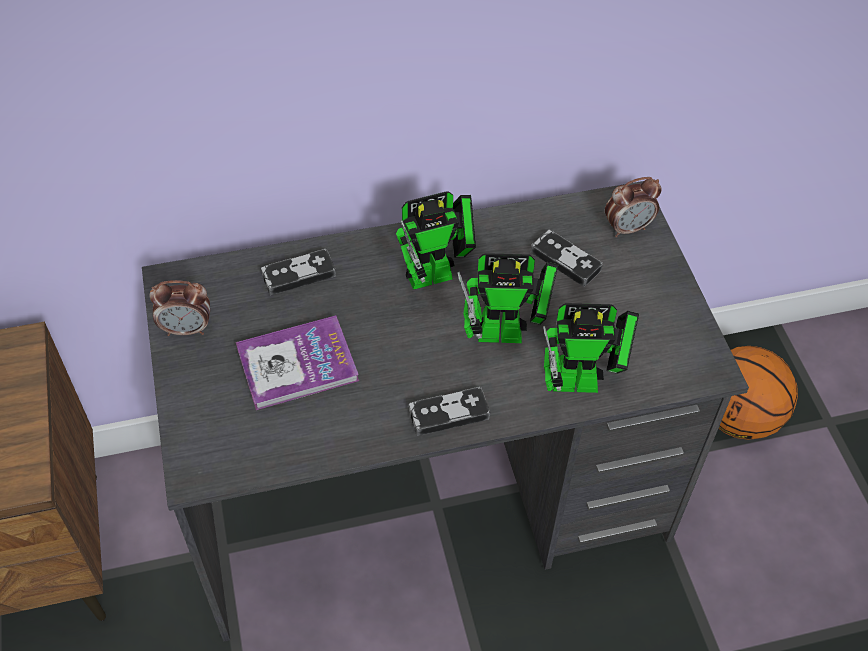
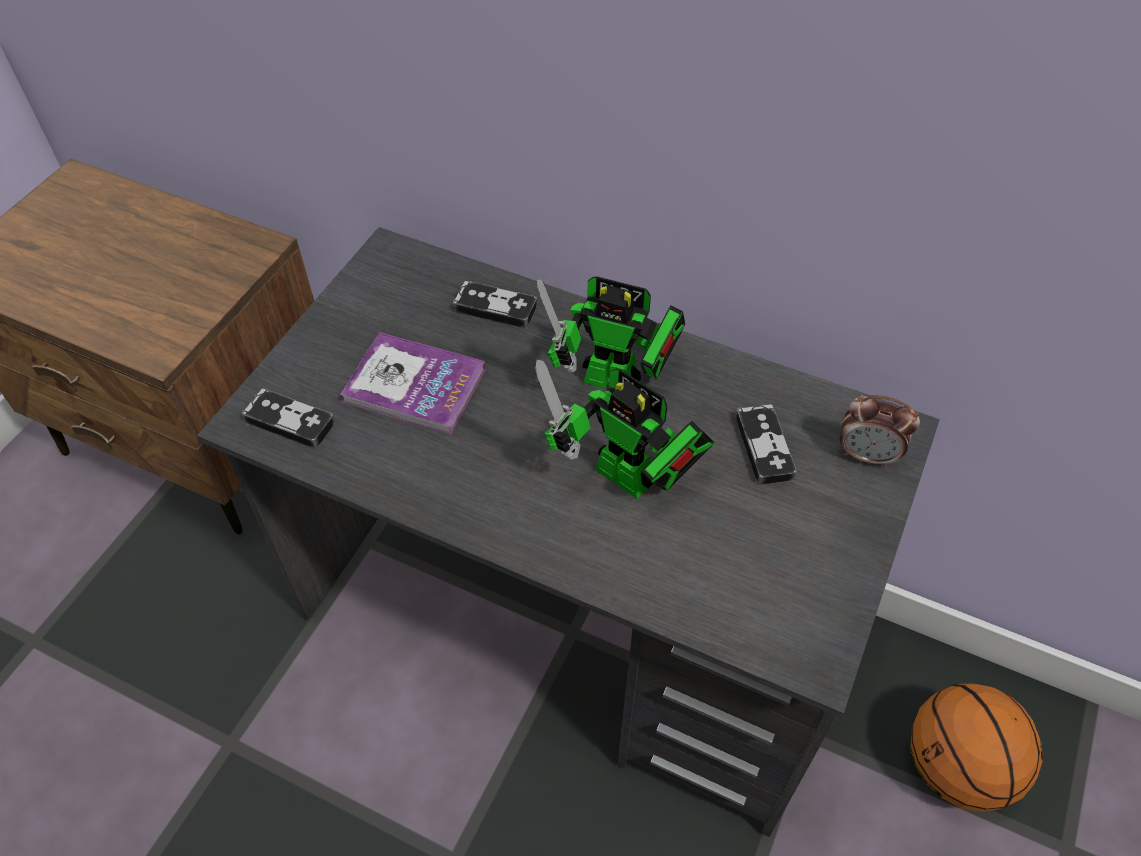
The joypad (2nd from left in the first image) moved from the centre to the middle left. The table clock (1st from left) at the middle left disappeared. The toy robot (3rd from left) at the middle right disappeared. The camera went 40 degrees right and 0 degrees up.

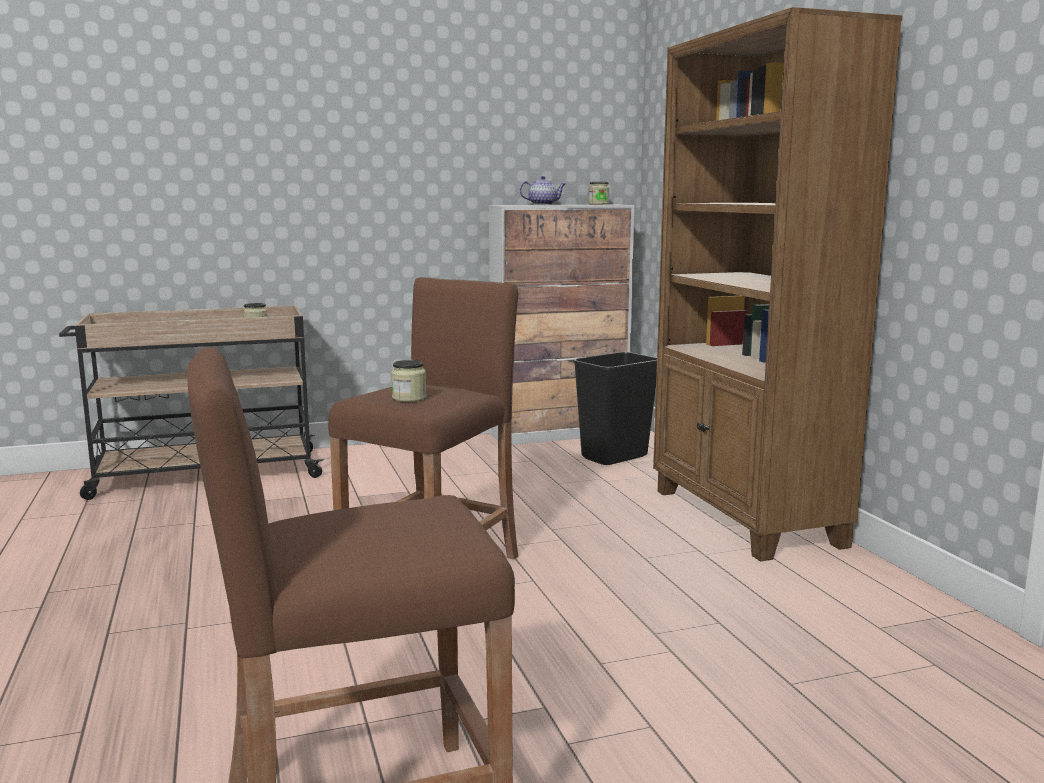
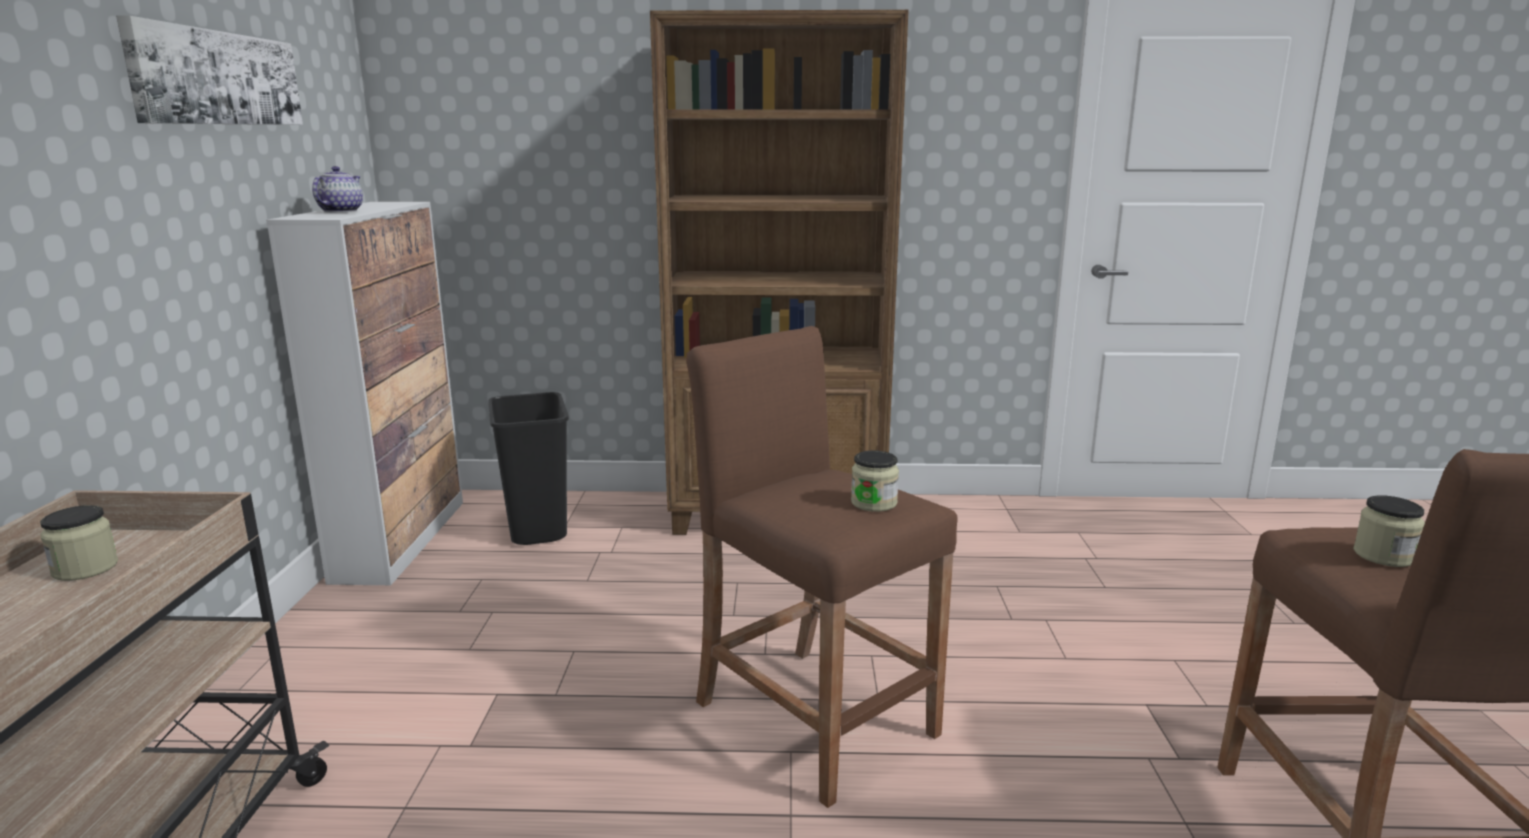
The wall art at the top left appeared. The preserve jar (3rd from left) moved from the top centre to the middle right. The camera went 70 degrees left and 5 degrees up.

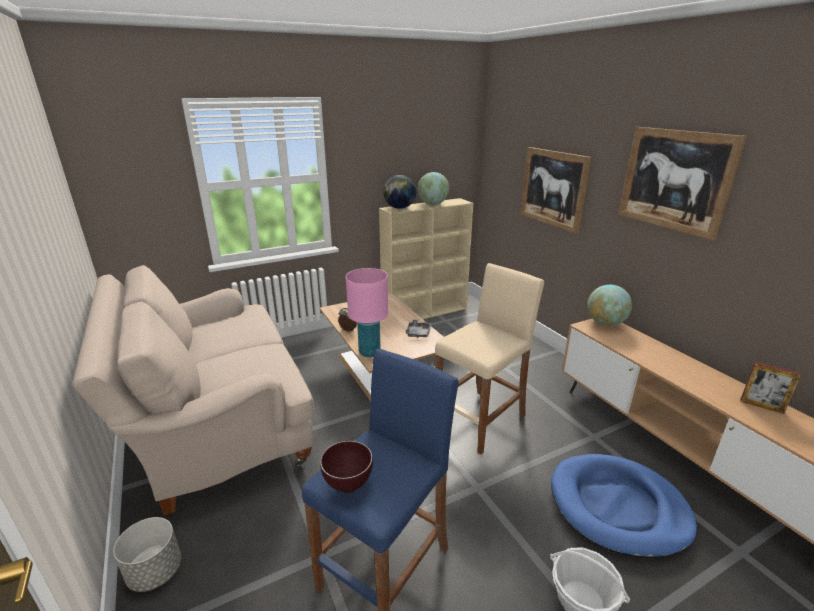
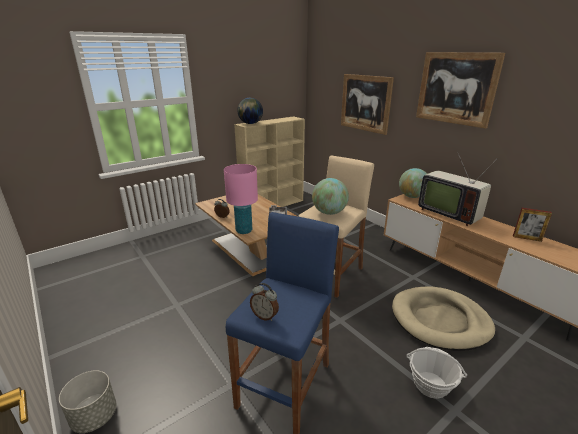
The deep dish (brown) at the bottom centre was replaced by the table clock (2nd from left) at the bottom centre. The desk globe (2nd from left) moved from the top centre to the centre. The pet bed (blue-coloured) at the bottom right became the pet bed (beige-coloured) at the bottom right. The TV at the middle right appeared. The settee (beige-coloured) at the middle left disappeared. The camera went 10 degrees left and 0 degrees up.

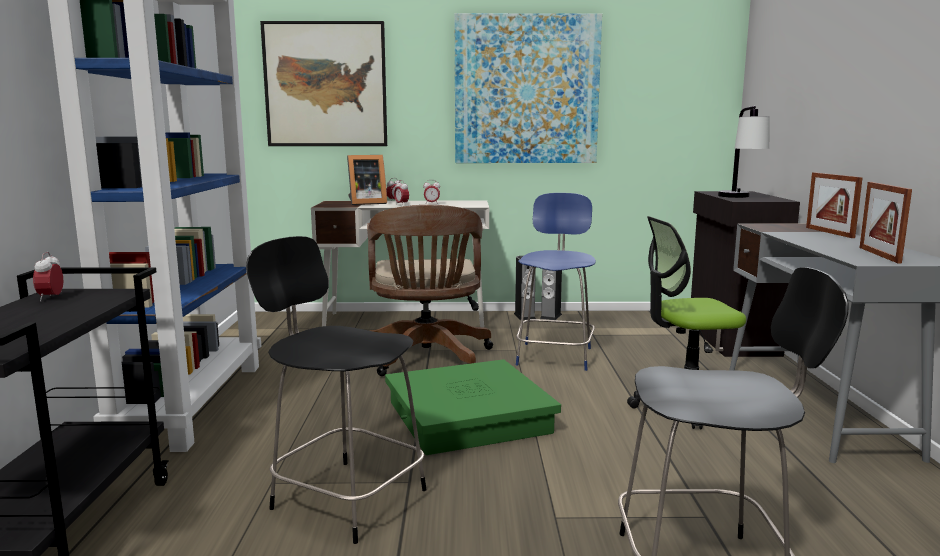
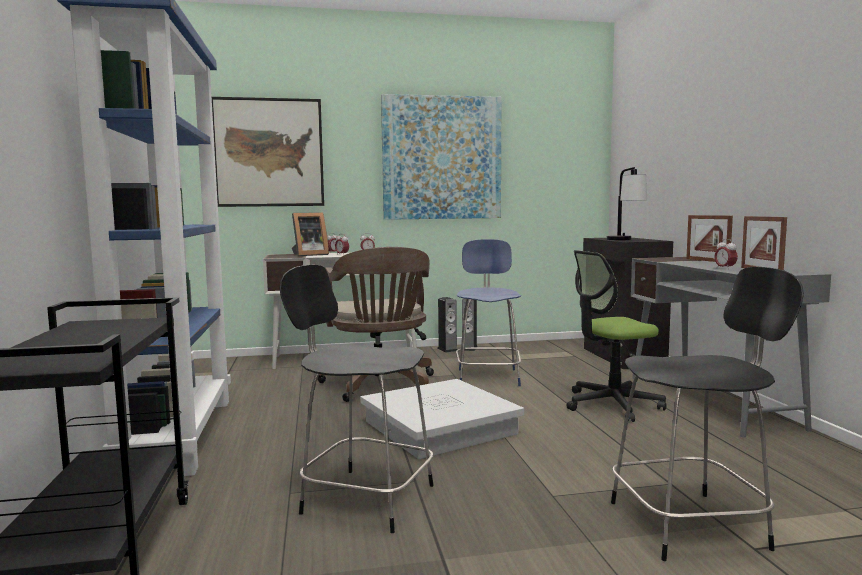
The storage box (green-coloured) at the bottom centre became the storage box (white-coloured) at the bottom centre. The table clock (1st from left in the first image) moved from the middle left to the middle right. The camera went 10 degrees left and 5 degrees down.

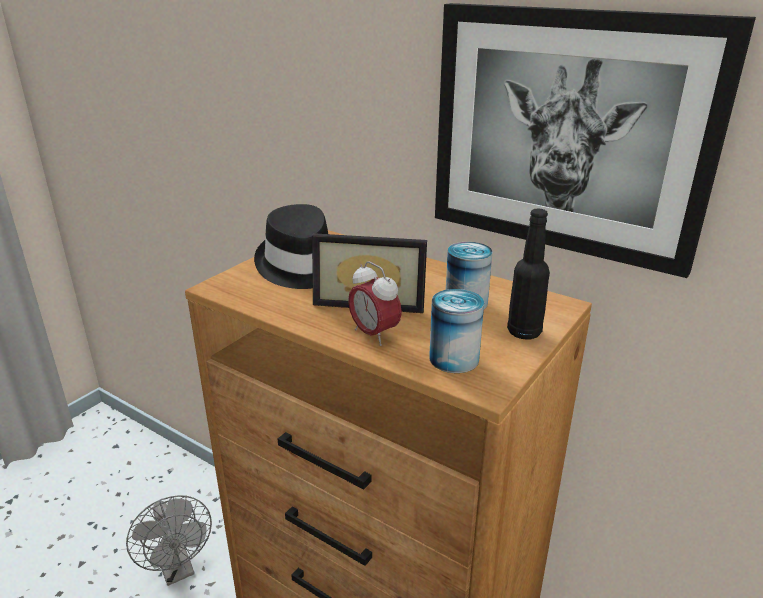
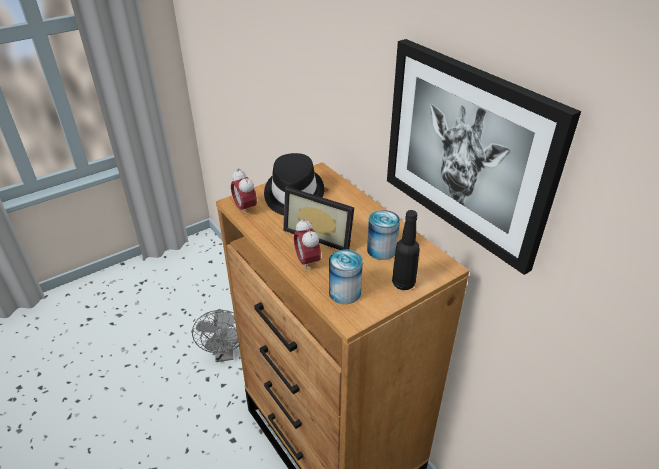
The table clock (1st from left) at the centre appeared. The camera went 20 degrees right and 10 degrees up.

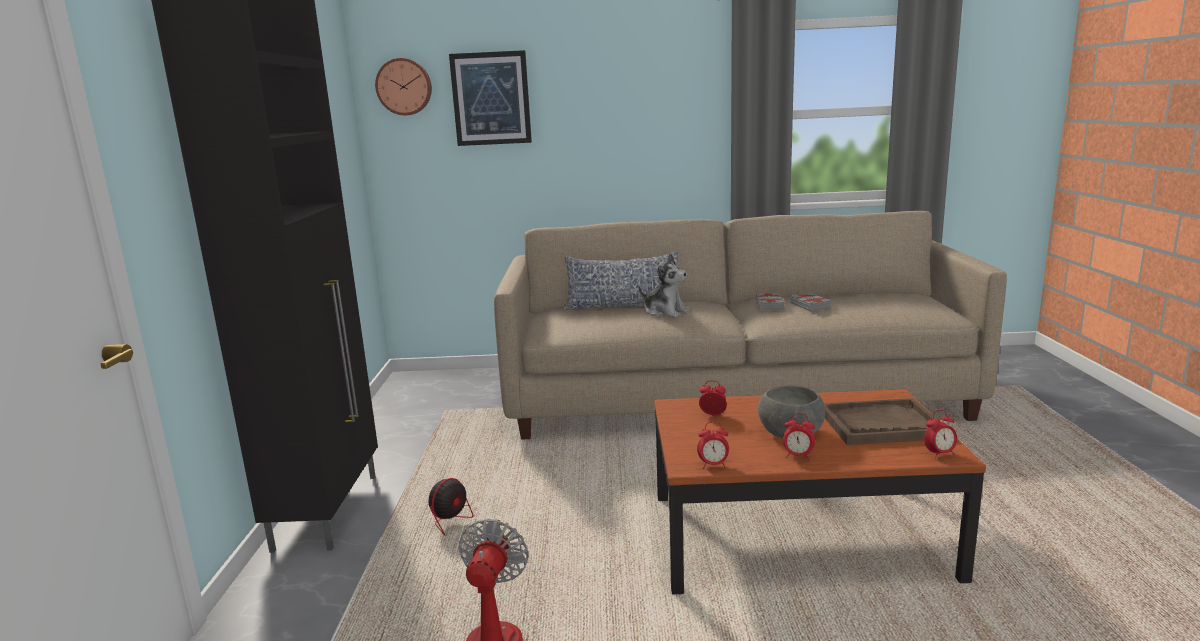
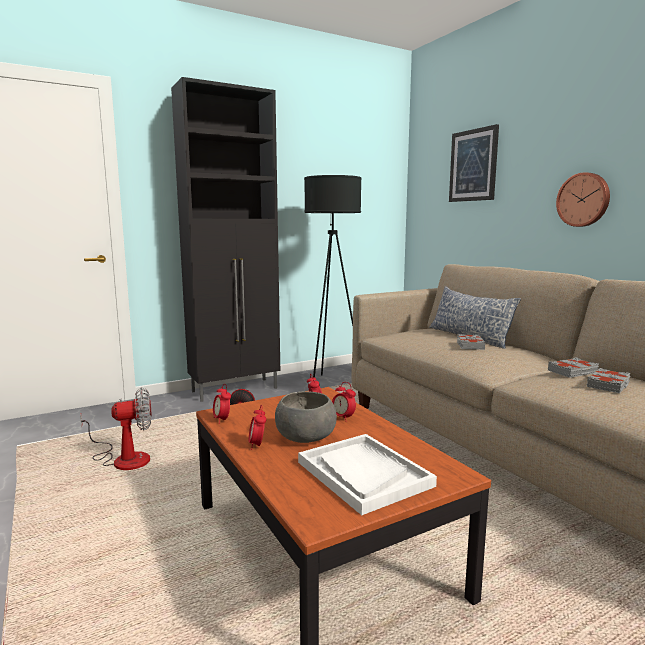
The tray (brown) at the middle right became the tray (white-coloured) at the bottom centre. The floor lamp (black) at the centre appeared. The table clock (4th from left) moved from the bottom right to the centre. The soft toy at the centre was replaced by the bound book (greyish) (1st from left) at the middle right. The hanging clock moved from the top centre to the top right. The camera went 60 degrees right and 5 degrees down.

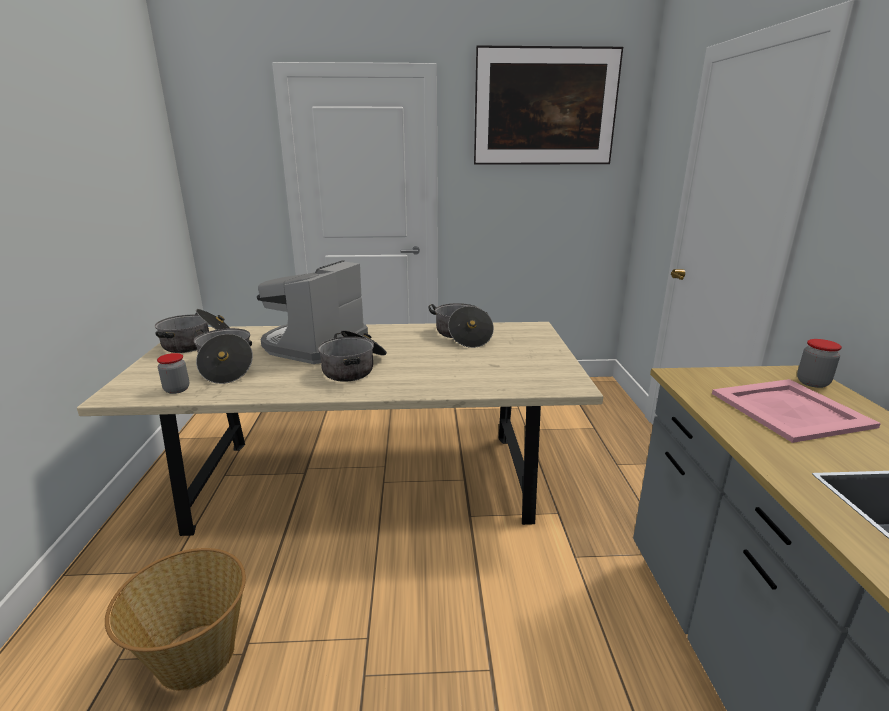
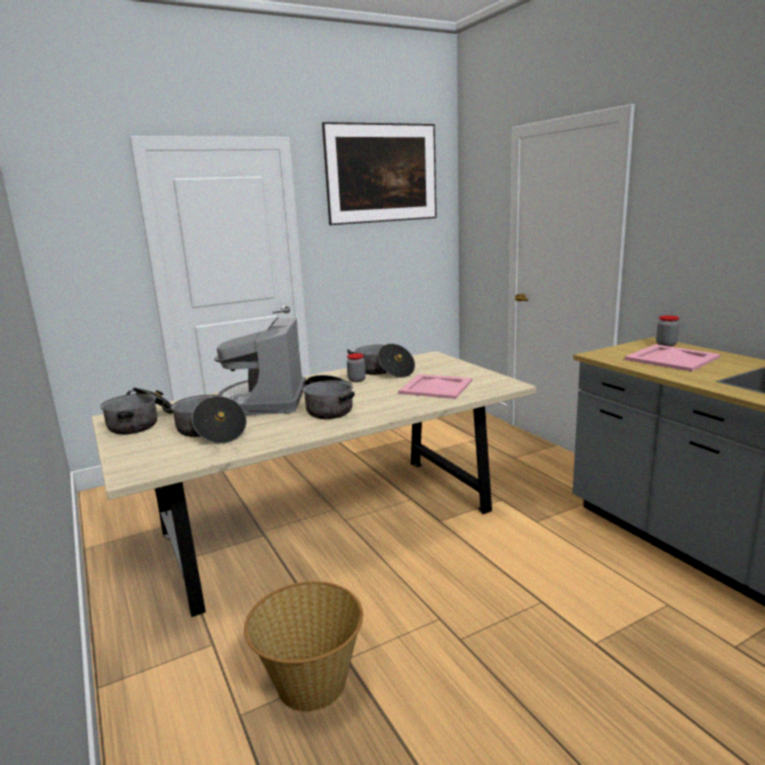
The preserve jar (1st from left) moved from the middle left to the centre. The tray (pink) (1st from left) at the centre appeared. The camera went 25 degrees left and 5 degrees down.

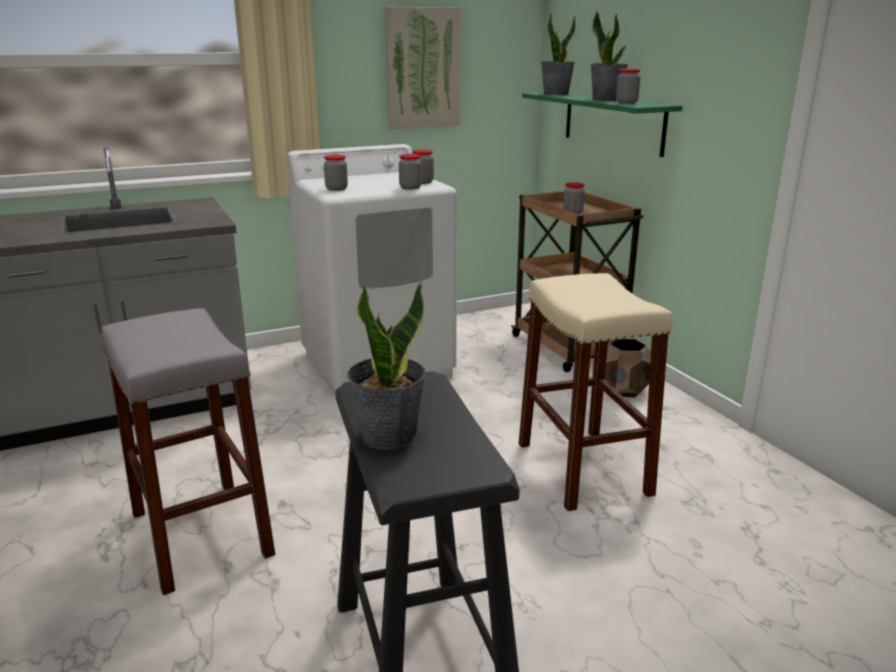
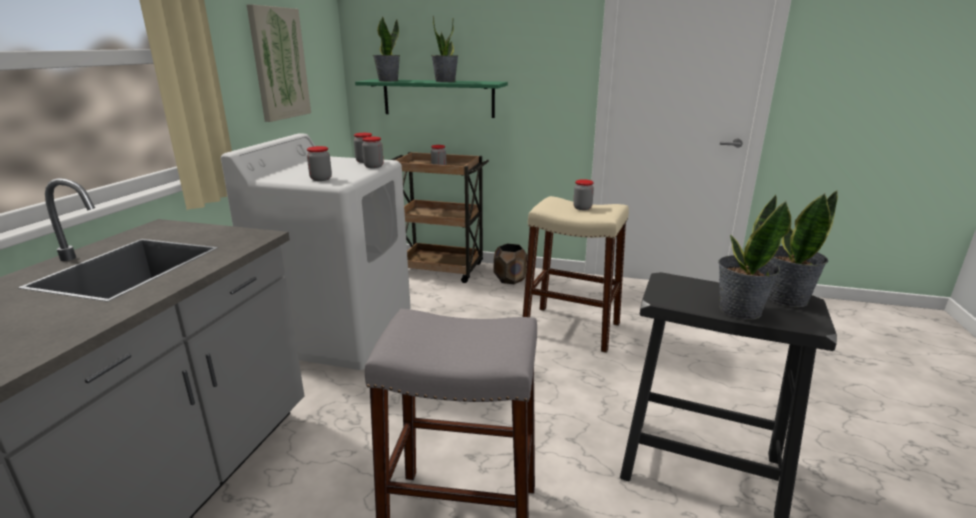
The preserve jar (5th from left) moved from the top right to the centre. The houseplant (4th from left) at the middle right appeared. The camera went 50 degrees left and 0 degrees up.

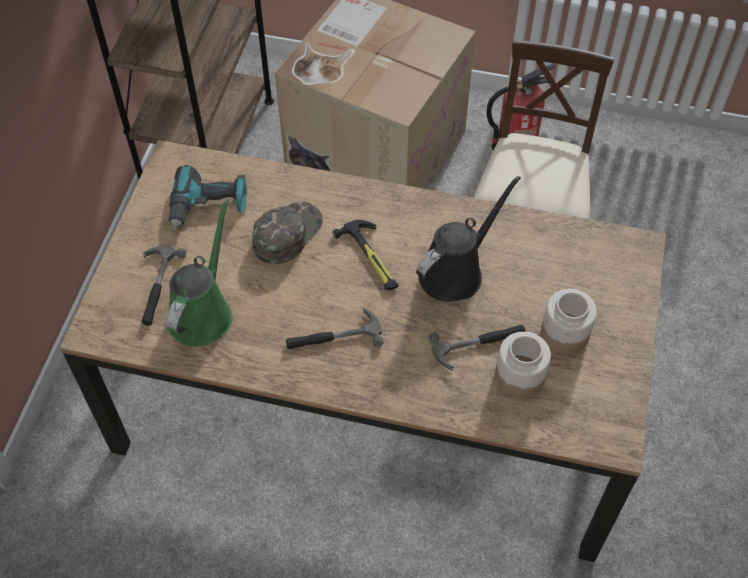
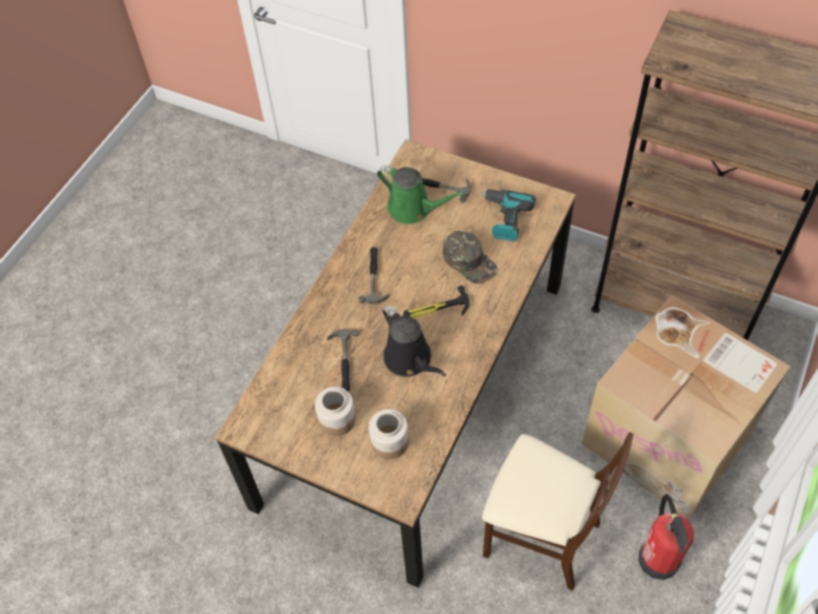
The preserve jar (1st from left in the first image) moved from the middle right to the bottom centre. The camera went 105 degrees right and 0 degrees up.

